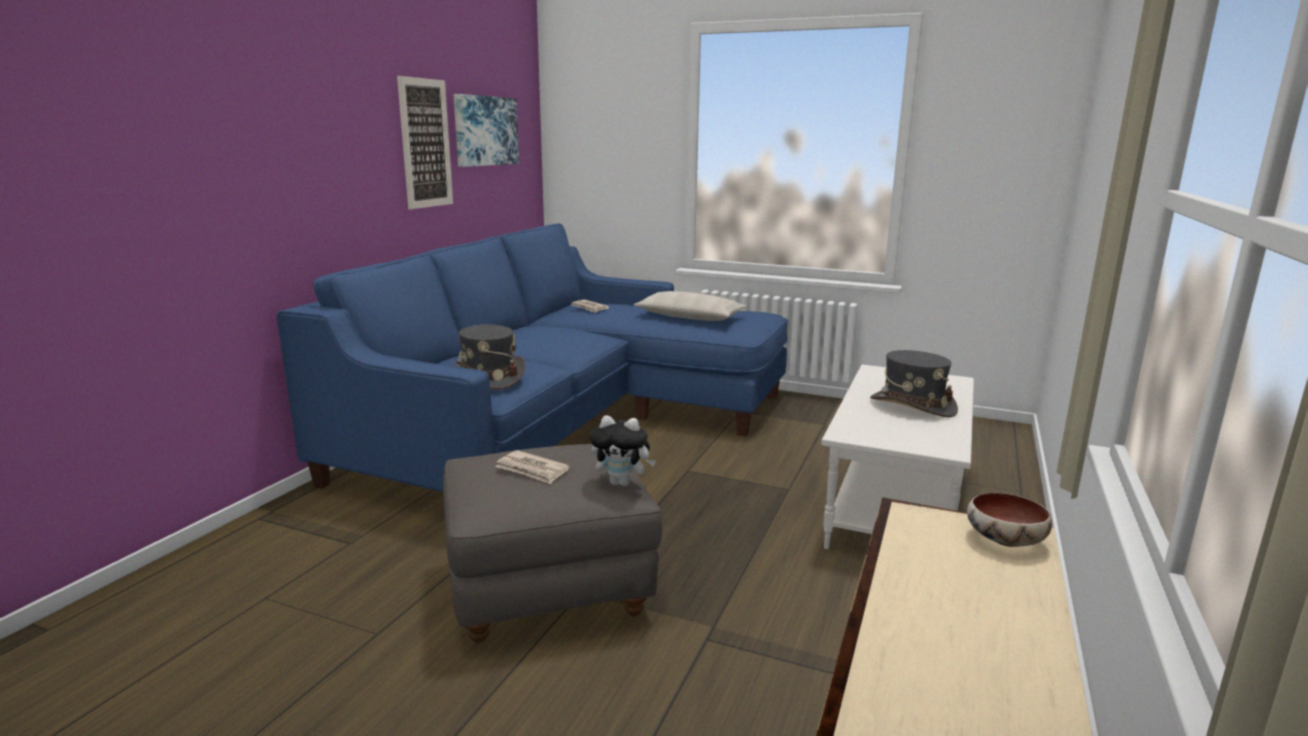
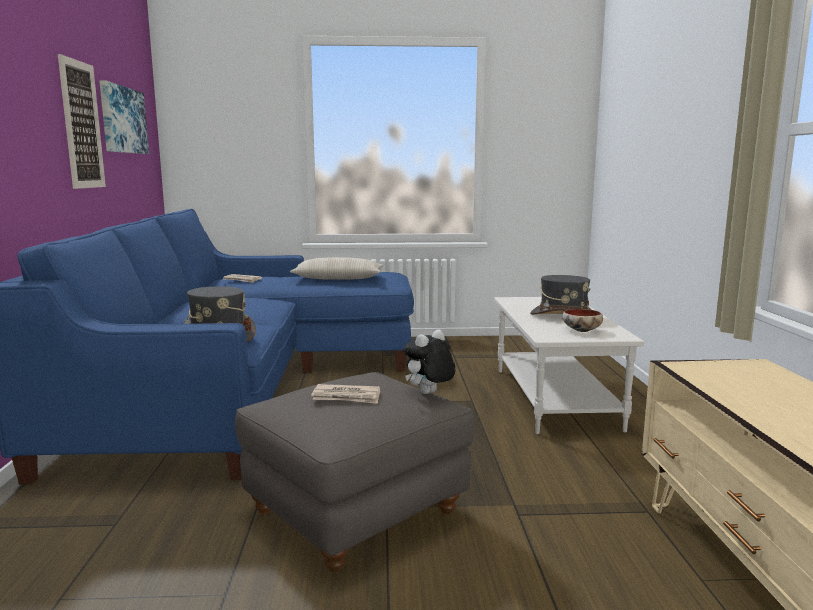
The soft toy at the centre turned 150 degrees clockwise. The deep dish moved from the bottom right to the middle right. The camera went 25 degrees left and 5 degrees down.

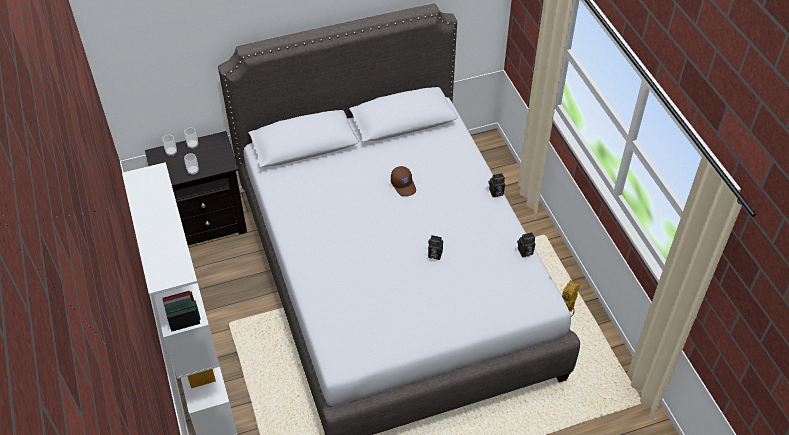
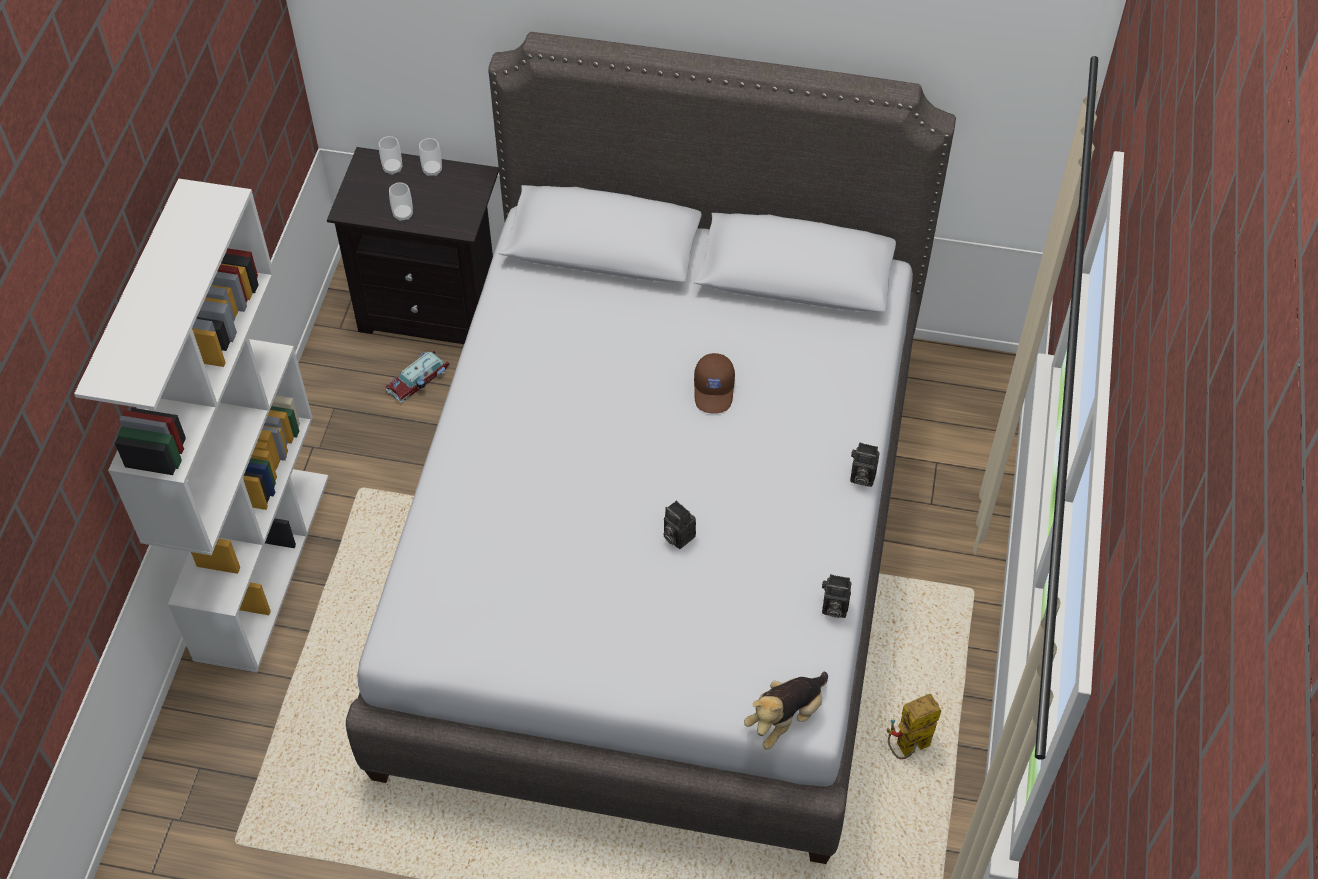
The miniature car at the middle left appeared. The soft toy at the bottom centre appeared. The camera went 30 degrees right and 5 degrees up.

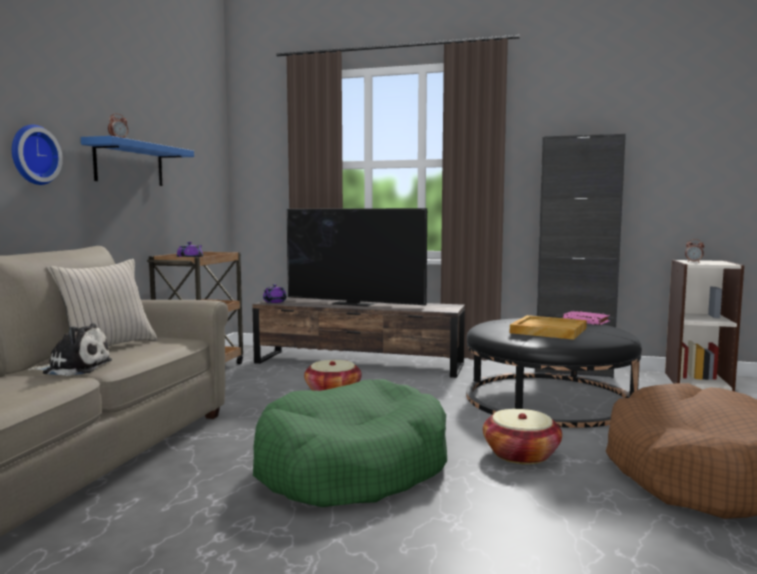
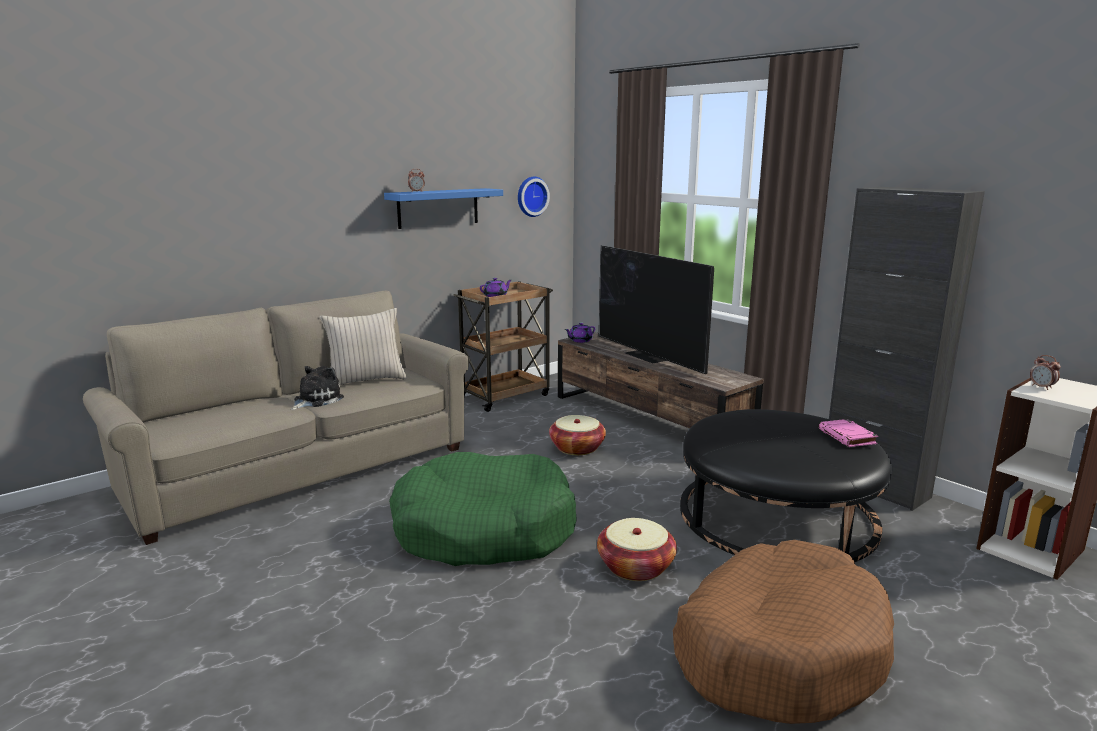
The soft toy at the middle left turned 90 degrees counterclockwise. The hanging clock moved from the top left to the top centre. The tray (beige-coloured) at the middle right disappeared. The camera went 35 degrees right and 10 degrees up.

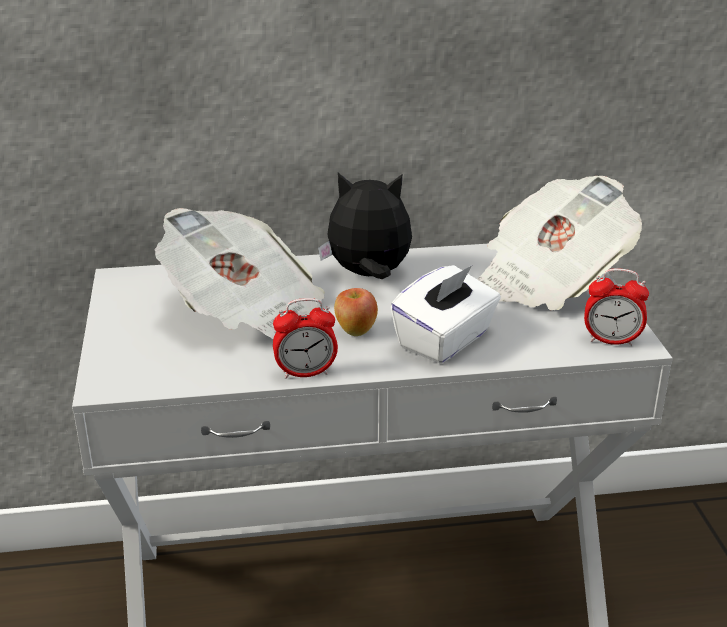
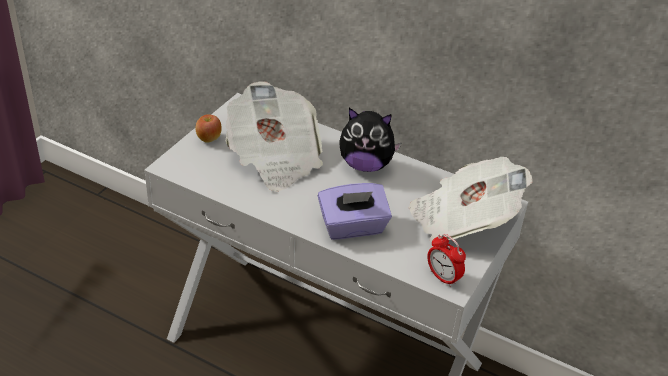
The whole apple moved from the centre to the middle left. The box of tissues (white-coloured) at the centre became the box of tissues (purplish) at the centre. The soft toy at the centre turned 150 degrees clockwise. The table clock (1st from left) at the centre disappeared. The camera went 35 degrees right and 10 degrees up.

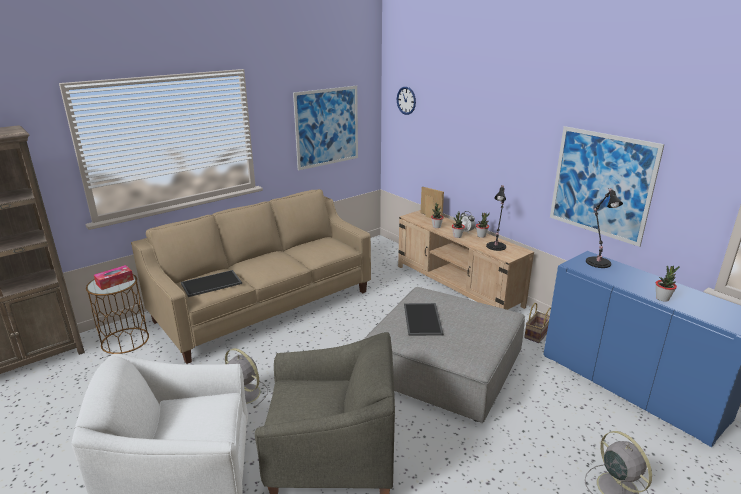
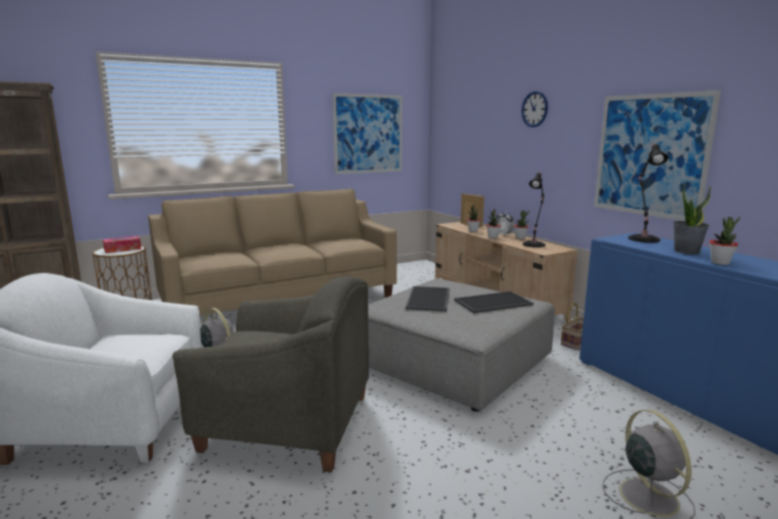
The tray (1st from left in the first image) moved from the middle left to the centre. The hanging clock moved from the top centre to the top right. The houseplant (4th from left) at the middle right appeared. The camera went 10 degrees right and 10 degrees down.

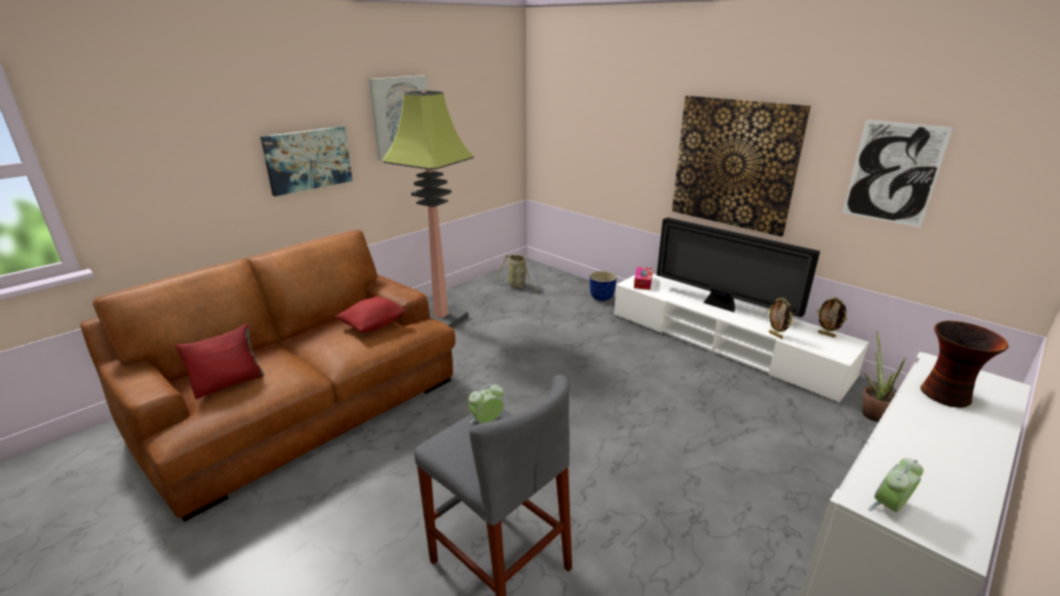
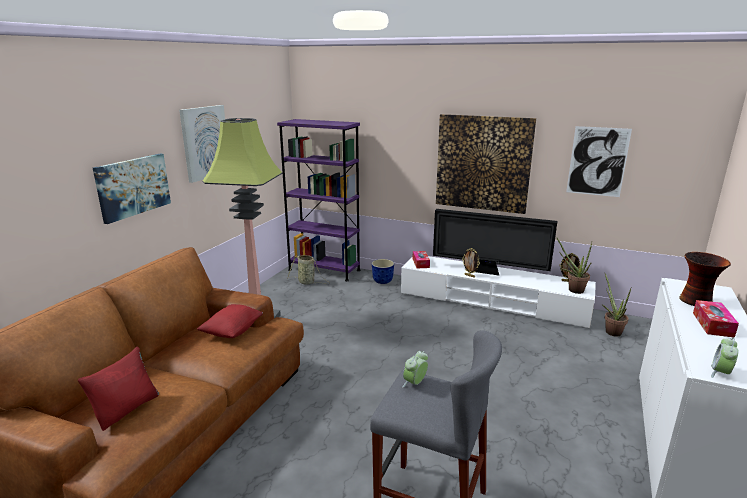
The bookshelf (purplish) at the centre appeared. The standing frame (1st from left) moved from the middle right to the centre. The houseplant (1st from left) at the middle right appeared. The box of tissues (2nd from left) at the middle right appeared. The camera went 20 degrees left and 5 degrees down.

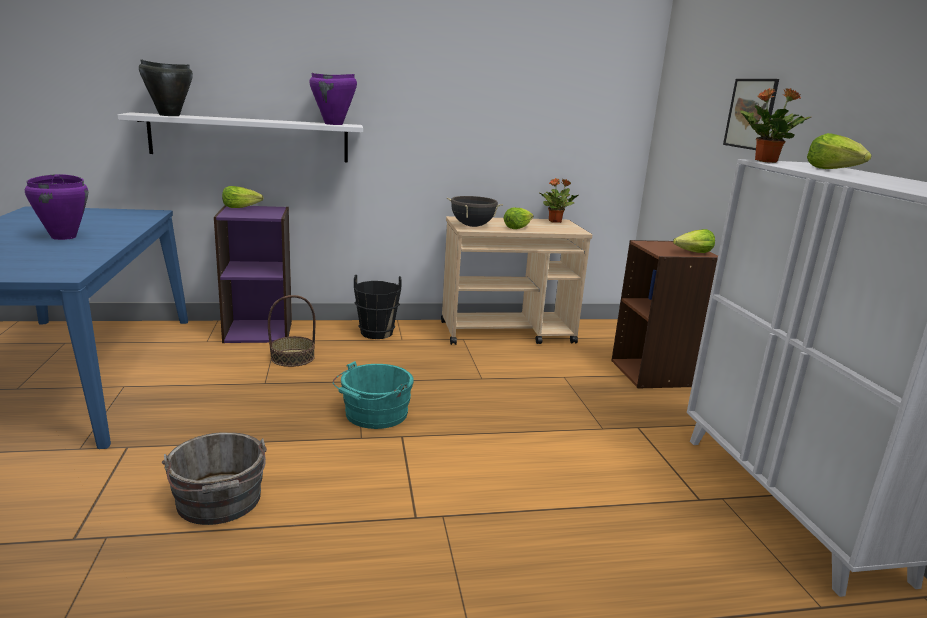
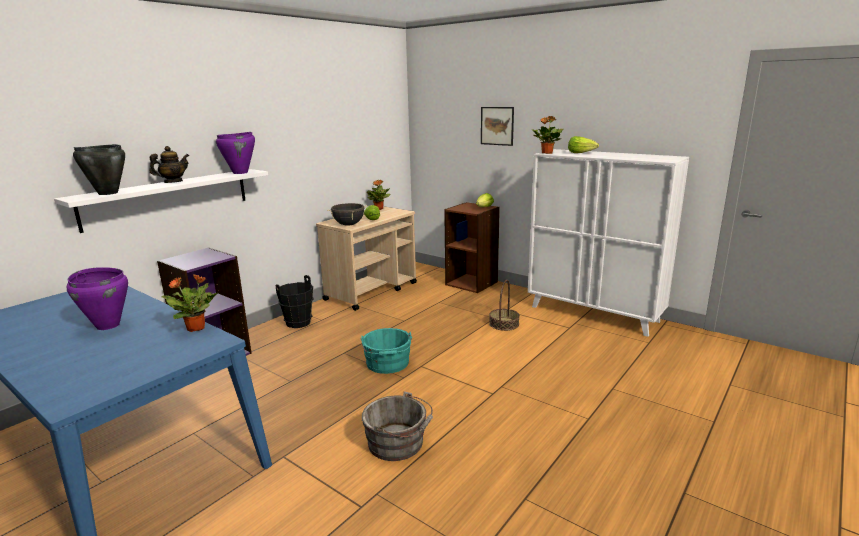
The tea pot at the top left appeared. The houseplant (1st from left) at the middle left appeared. The basket moved from the middle left to the centre. The head of lettuce (1st from left) at the top left disappeared. The camera went 40 degrees left and 0 degrees up.

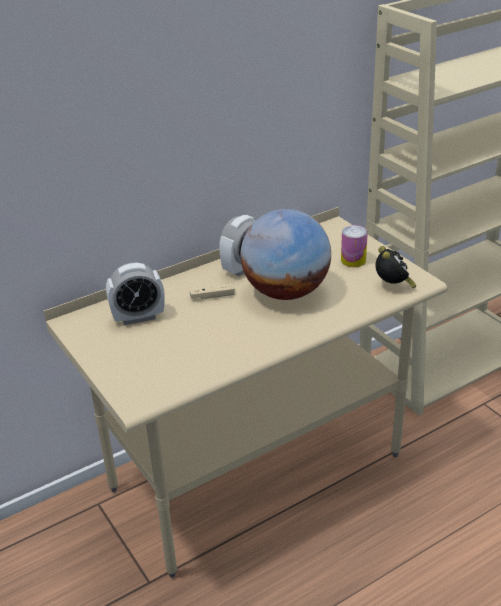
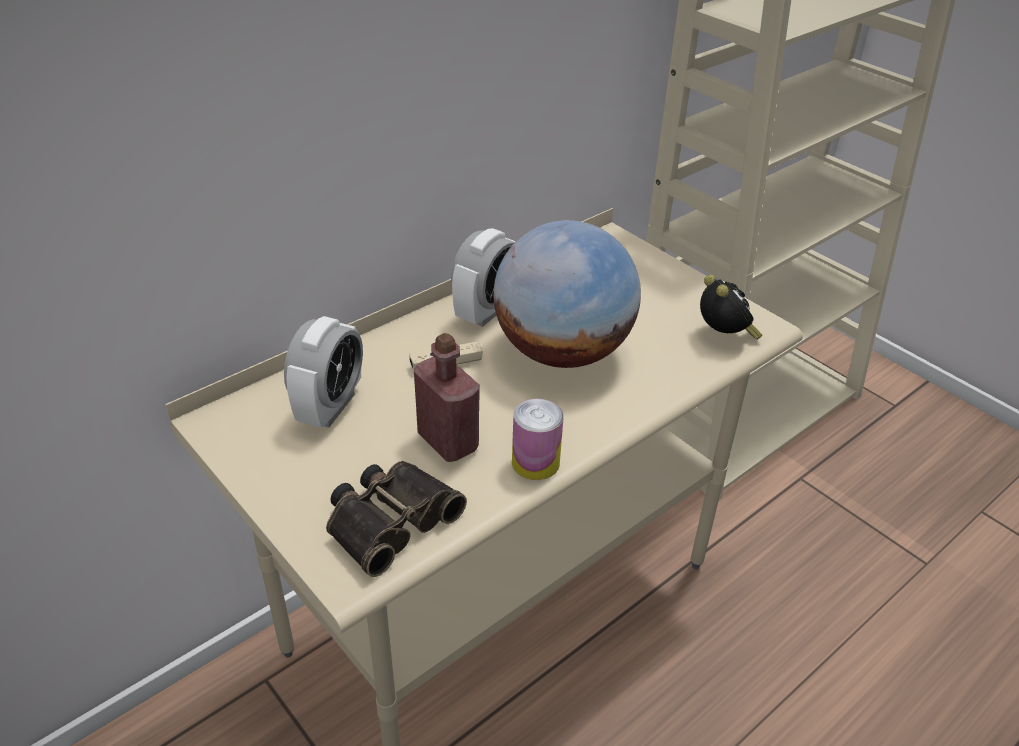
The table clock (1st from left) at the middle left turned 45 degrees counterclockwise. The binoculars at the bottom centre appeared. The bottle (red-coloured) at the centre appeared. The metal can moved from the middle right to the centre. The camera went 10 degrees left and 5 degrees up.

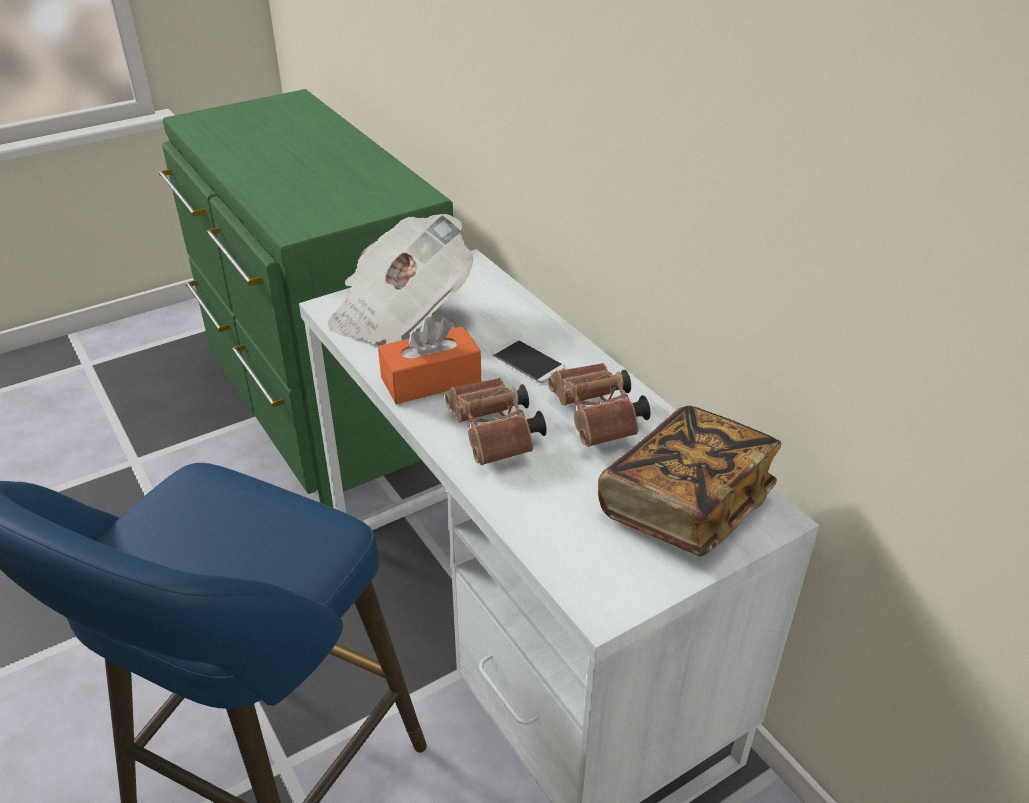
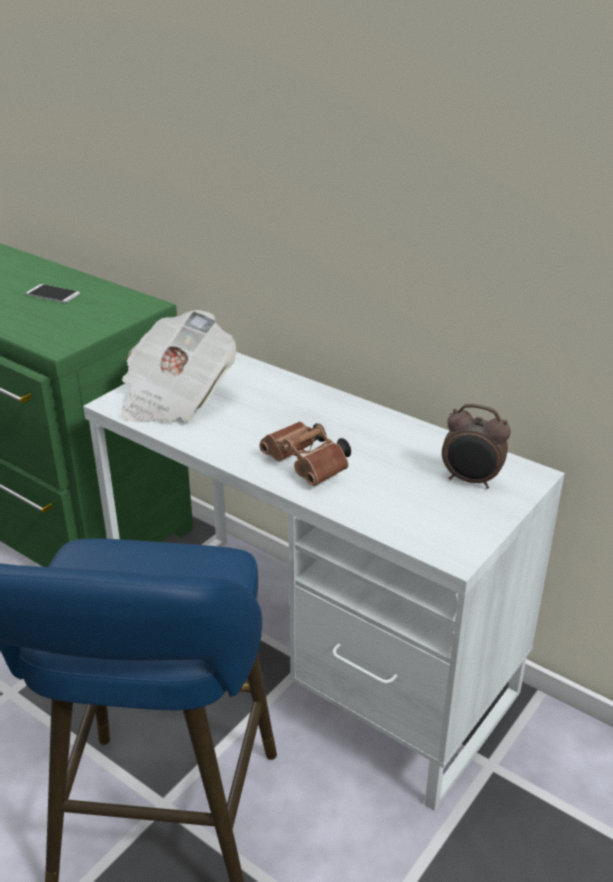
The handset moved from the centre to the top left. The bound book at the middle right was replaced by the table clock at the middle right. The box of tissues (orange-coloured) at the centre disappeared. The binoculars (brown) (2nd from left) at the centre disappeared. The camera went 20 degrees left and 5 degrees down.

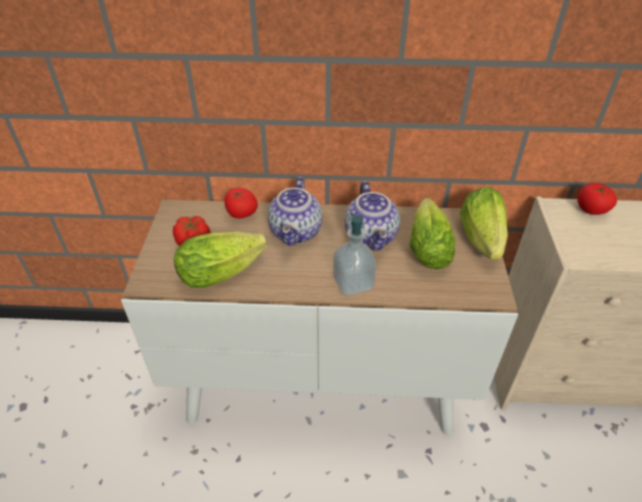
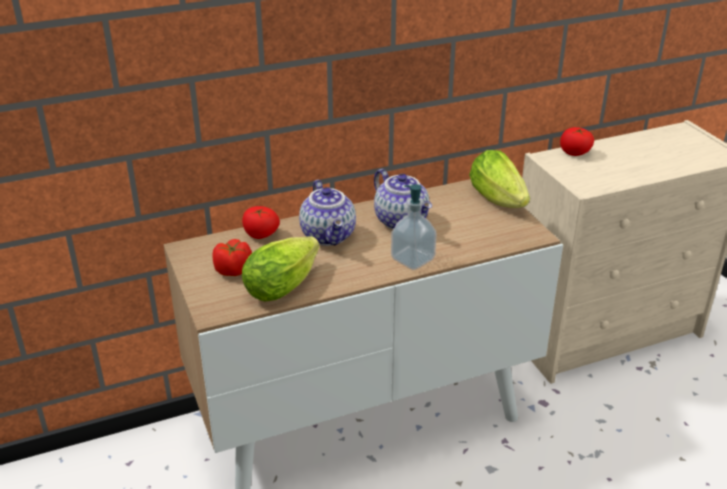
The head of lettuce (2nd from left) at the middle right disappeared. The camera went 25 degrees left and 10 degrees down.

